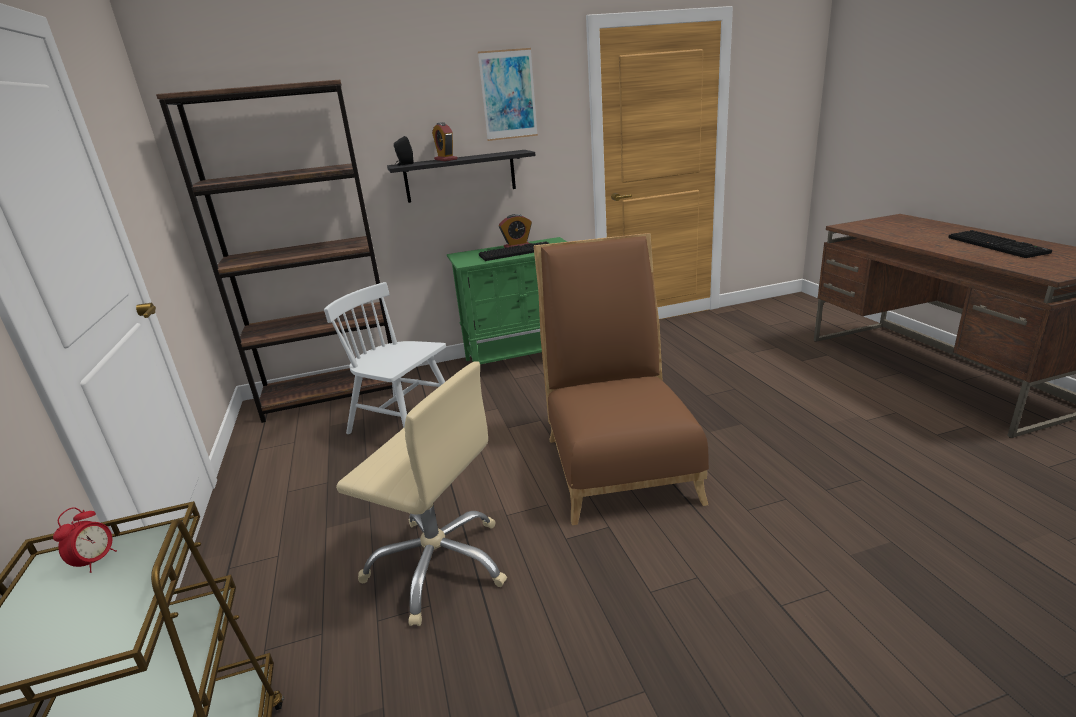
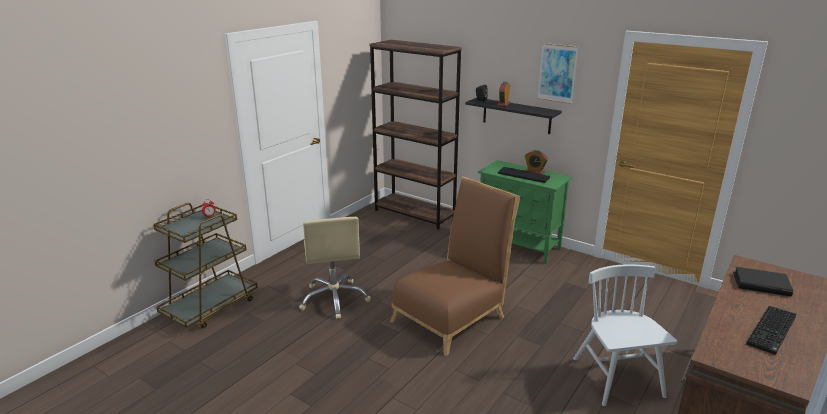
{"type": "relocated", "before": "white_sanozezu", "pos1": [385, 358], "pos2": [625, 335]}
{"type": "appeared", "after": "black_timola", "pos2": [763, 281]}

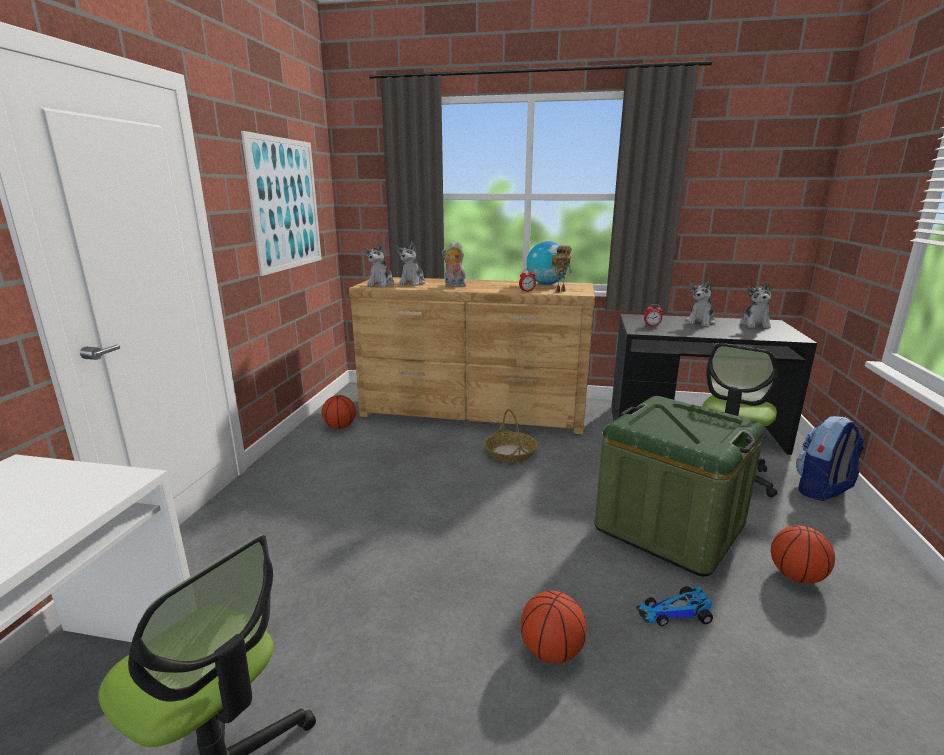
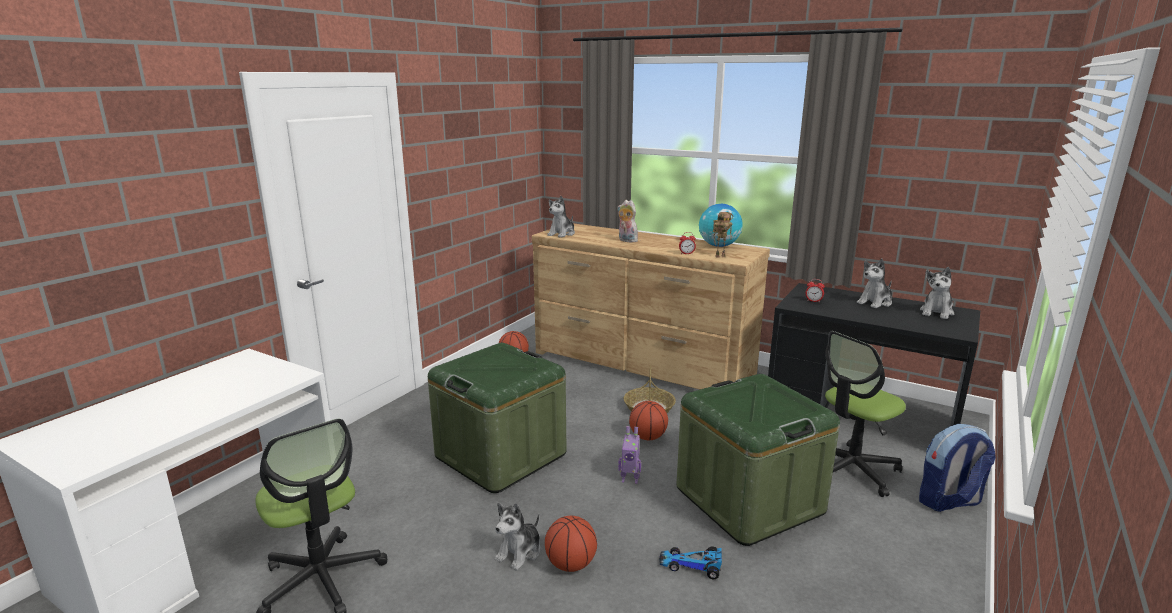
{"type": "appeared", "after": "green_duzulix", "pos2": [497, 418]}
{"type": "relocated", "before": "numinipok", "pos1": [411, 263], "pos2": [517, 536]}
{"type": "appeared", "after": "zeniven", "pos2": [629, 455]}
{"type": "relocated", "before": "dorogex", "pos1": [803, 554], "pos2": [648, 420]}
{"type": "missing", "before": "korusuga", "pos1": [281, 203]}

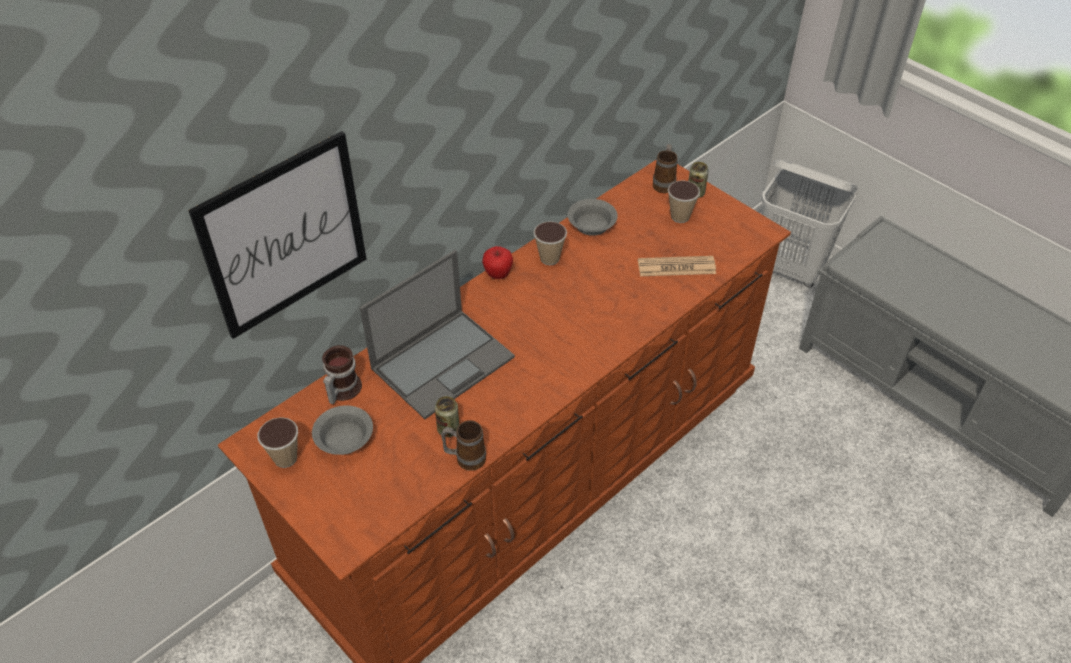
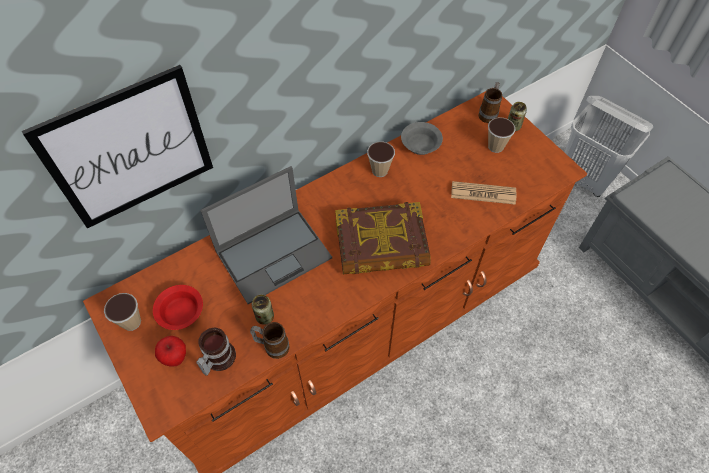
{"type": "colour", "before": "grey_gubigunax", "after": "red_gubigunax", "pos1": [342, 430], "pos2": [178, 307]}
{"type": "relocated", "before": "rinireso", "pos1": [497, 262], "pos2": [170, 351]}
{"type": "relocated", "before": "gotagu", "pos1": [342, 374], "pos2": [216, 352]}
{"type": "appeared", "after": "timola", "pos2": [382, 238]}

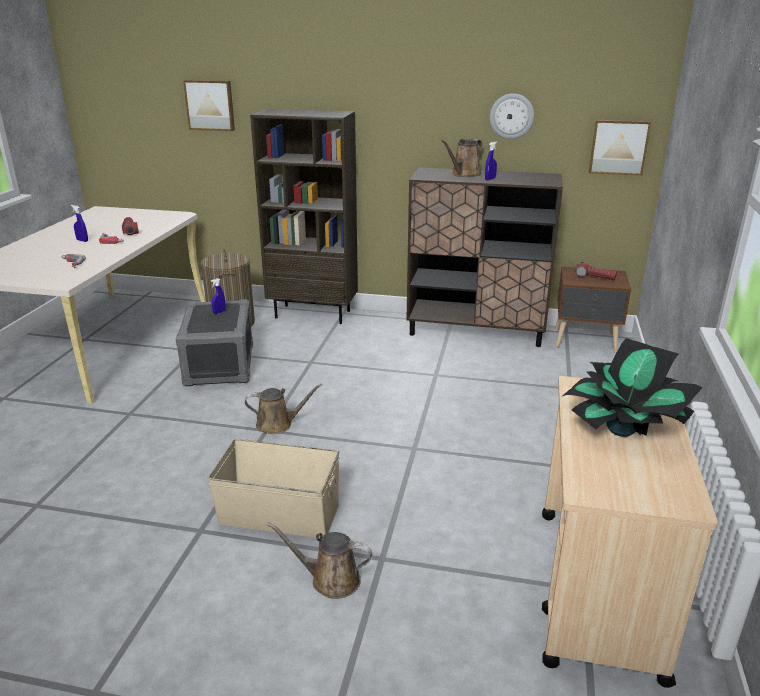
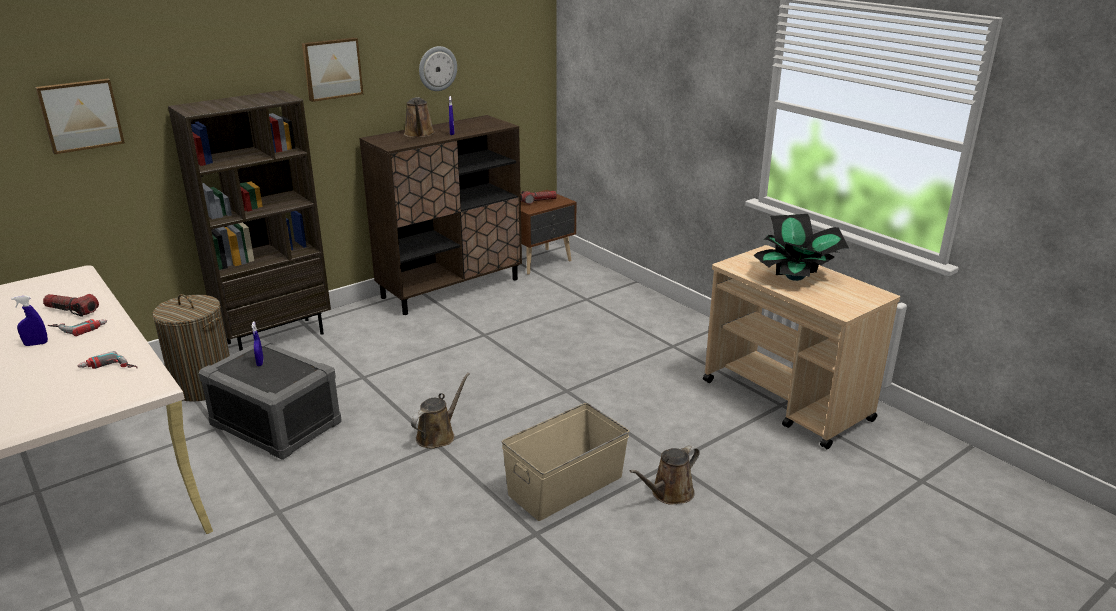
{"type": "relocated", "before": "korusuga", "pos1": [620, 148], "pos2": [332, 70]}

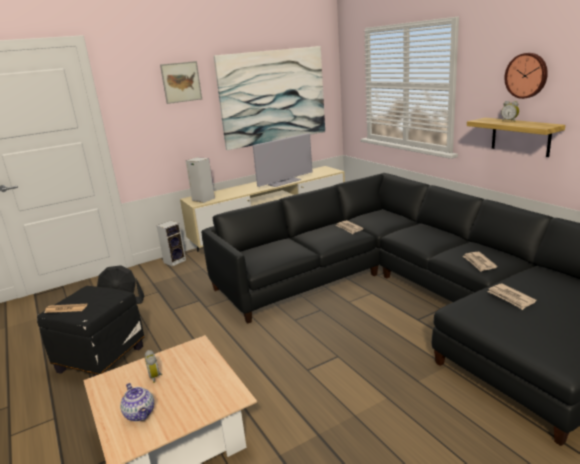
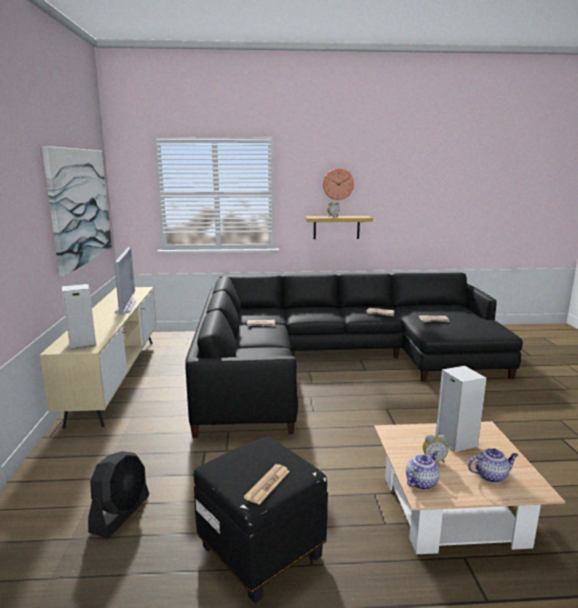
{"type": "appeared", "after": "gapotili", "pos2": [423, 471]}
{"type": "relocated", "before": "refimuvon", "pos1": [171, 243], "pos2": [461, 409]}
{"type": "missing", "before": "korusuga", "pos1": [181, 82]}

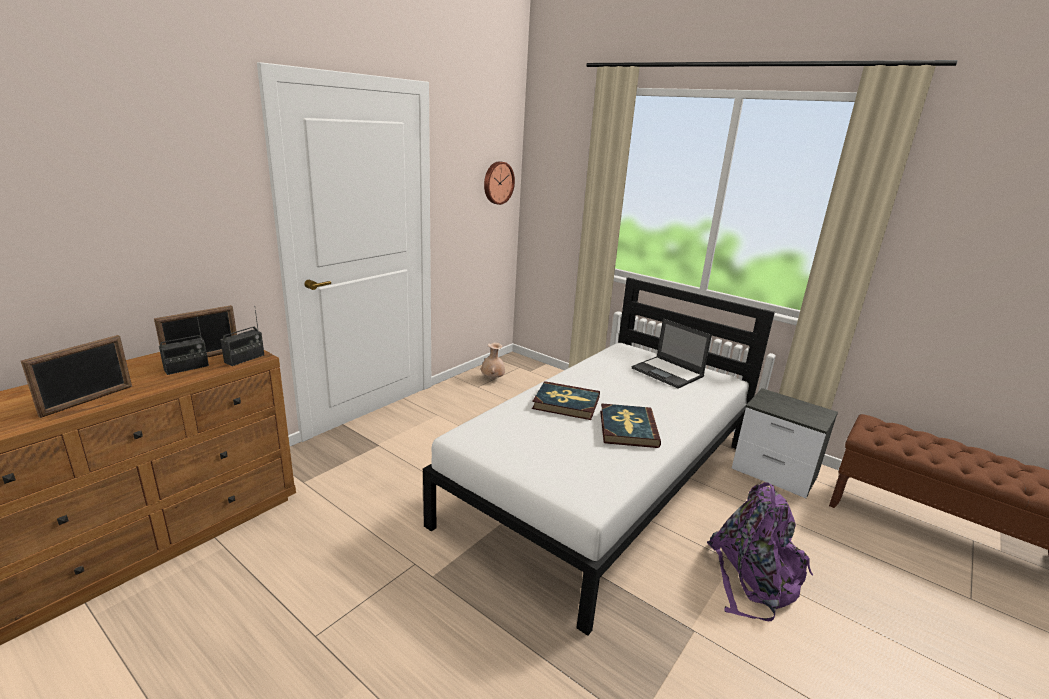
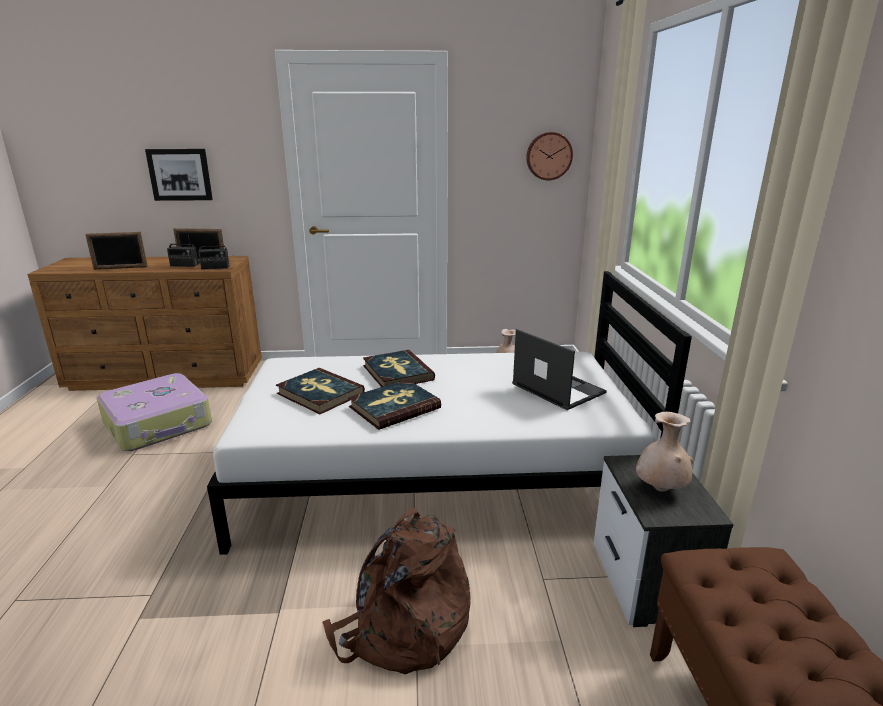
{"type": "appeared", "after": "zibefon", "pos2": [154, 412]}
{"type": "appeared", "after": "korusuga", "pos2": [179, 175]}
{"type": "appeared", "after": "timola", "pos2": [320, 391]}
{"type": "colour", "before": "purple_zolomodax", "after": "brown_zolomodax", "pos1": [760, 551], "pos2": [397, 591]}
{"type": "spun", "before": "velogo", "pos1": [672, 353], "pos2": [559, 369], "turn": 135}
{"type": "appeared", "after": "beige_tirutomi", "pos2": [664, 452]}

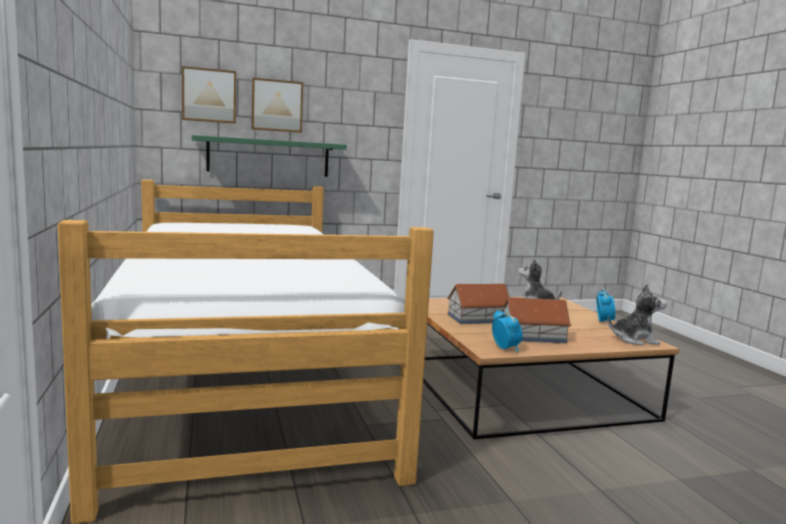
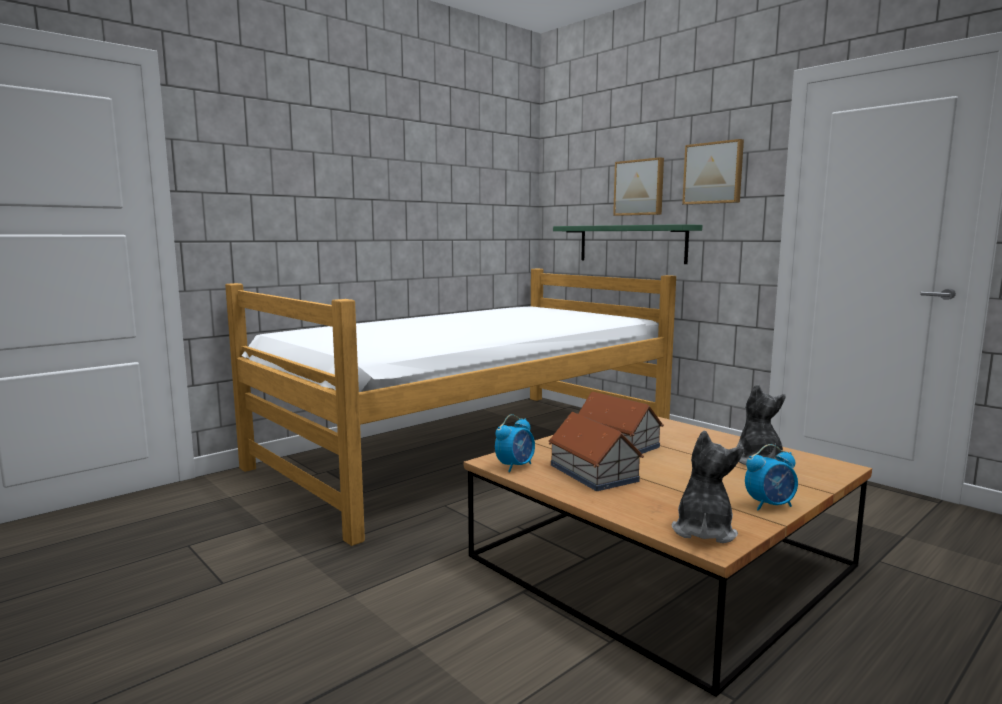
{"type": "spun", "before": "numinipok", "pos1": [637, 314], "pos2": [707, 487], "turn": -135}
{"type": "relocated", "before": "korusuga", "pos1": [209, 95], "pos2": [713, 172]}

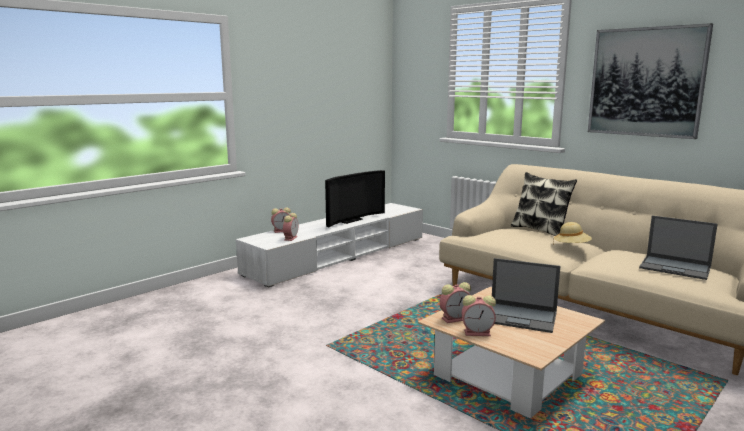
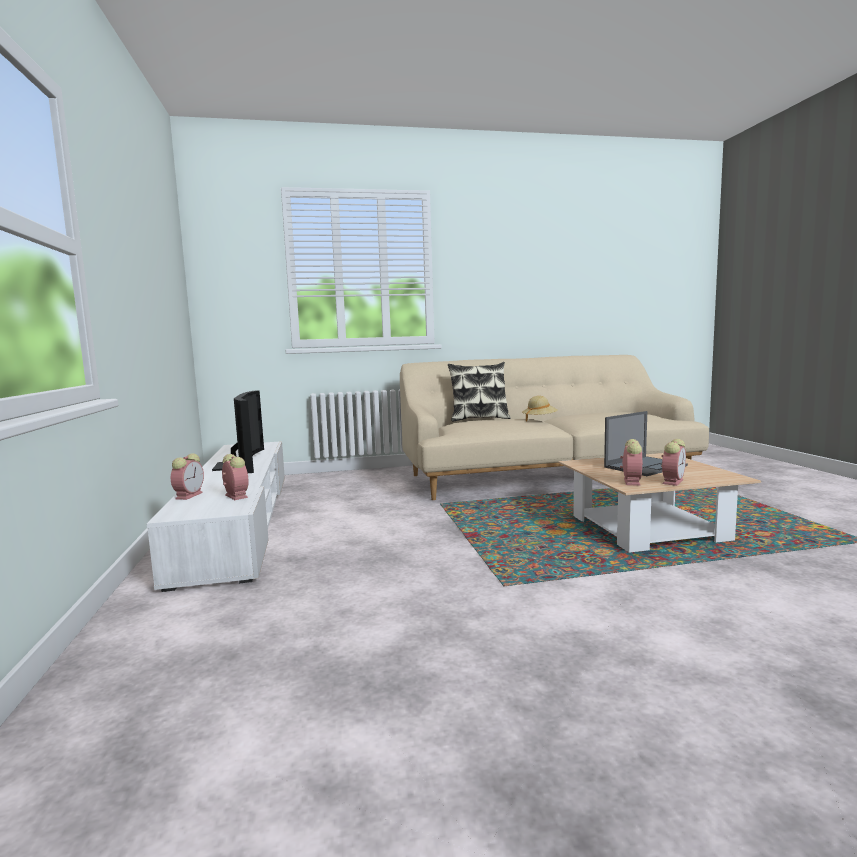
{"type": "missing", "before": "korusuga", "pos1": [650, 81]}
{"type": "missing", "before": "velogo", "pos1": [678, 248]}

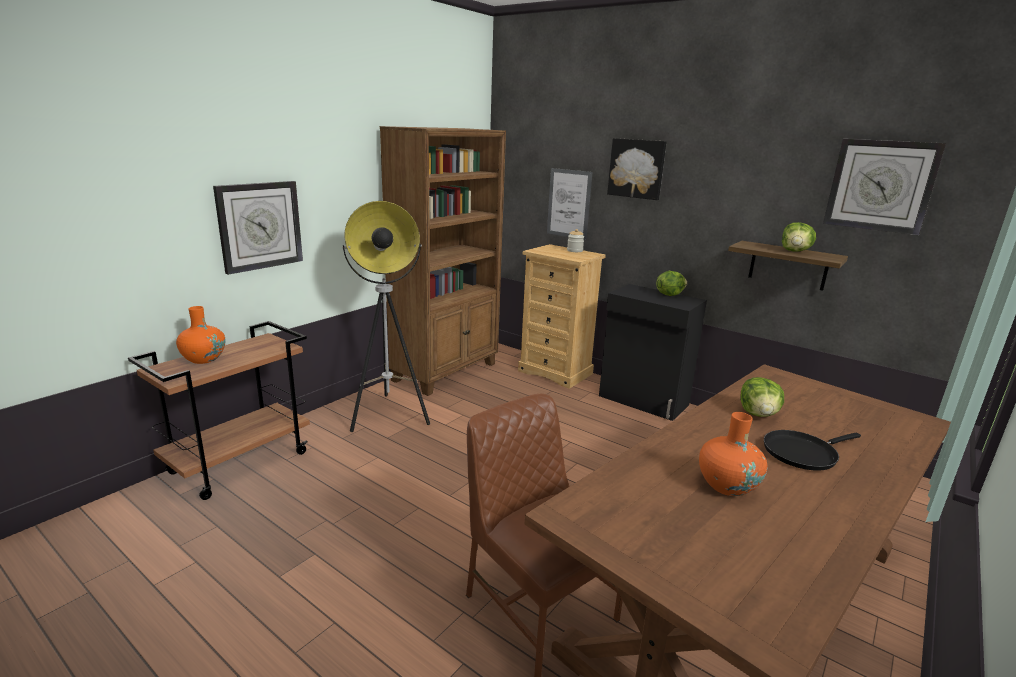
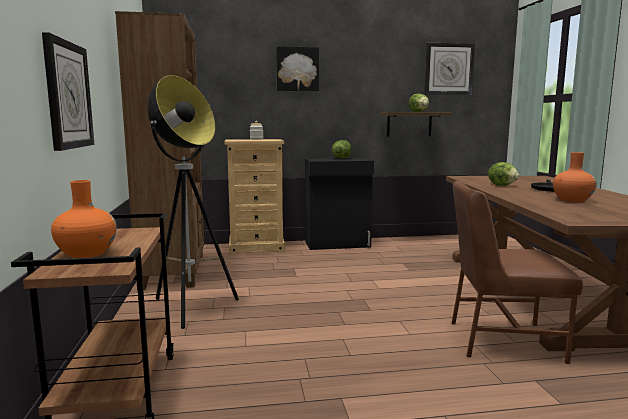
{"type": "missing", "before": "korusuga", "pos1": [569, 204]}

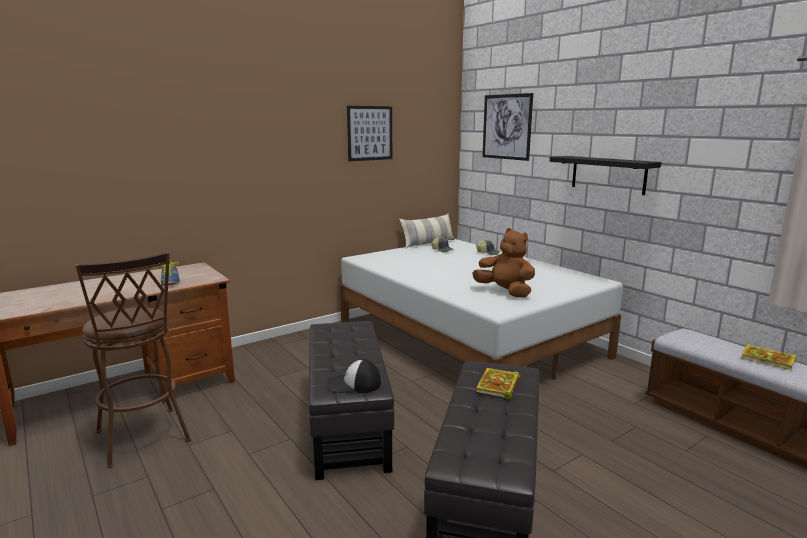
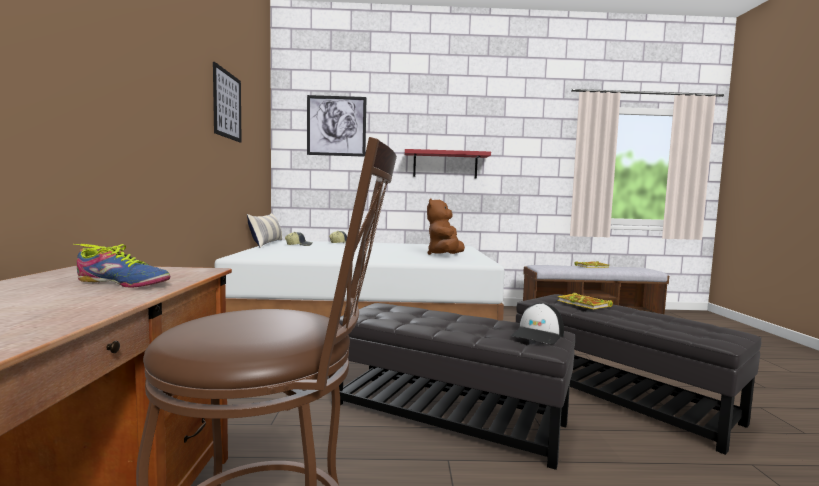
{"type": "colour", "before": "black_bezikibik", "after": "red_bezikibik", "pos1": [605, 175], "pos2": [448, 163]}
{"type": "spun", "before": "brown_numinipok", "pos1": [503, 262], "pos2": [446, 226], "turn": -60}

